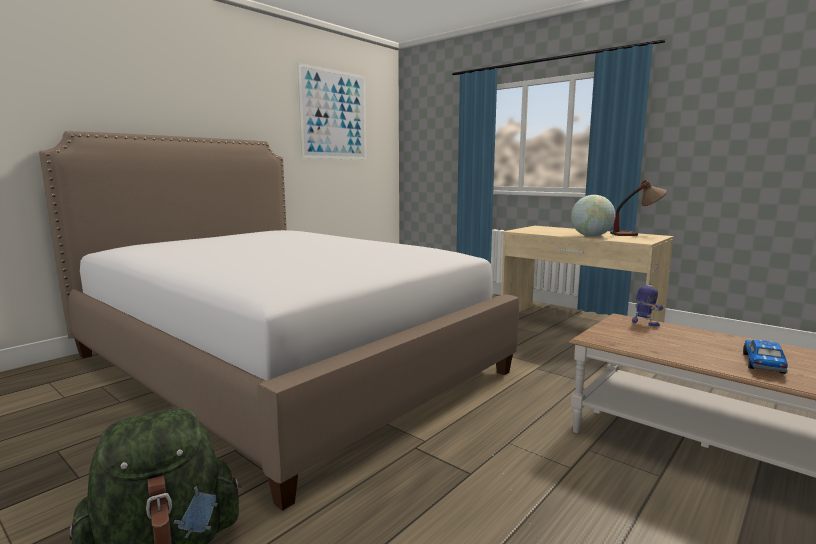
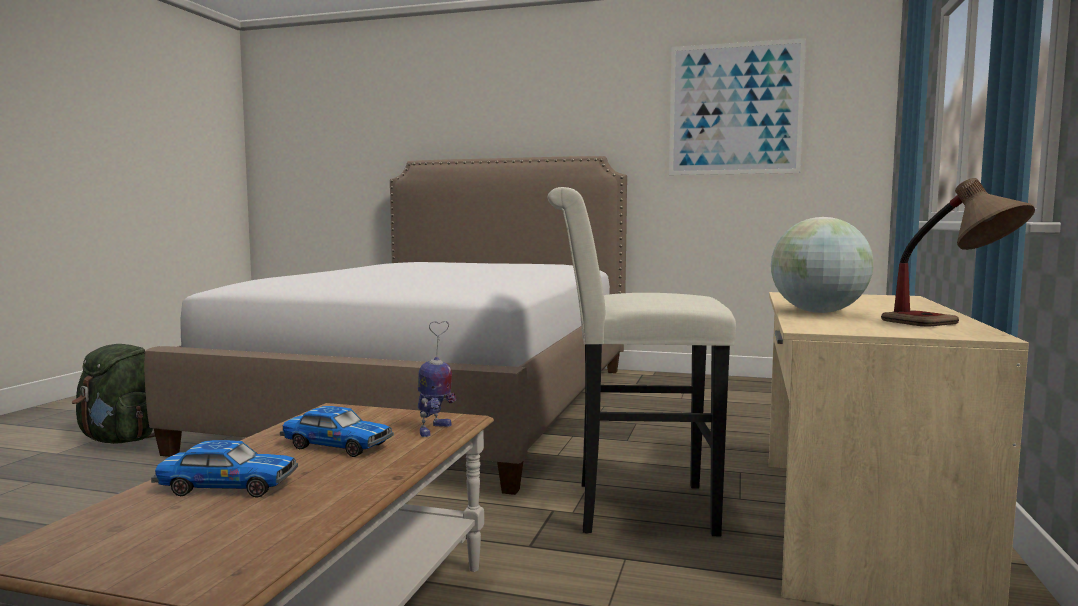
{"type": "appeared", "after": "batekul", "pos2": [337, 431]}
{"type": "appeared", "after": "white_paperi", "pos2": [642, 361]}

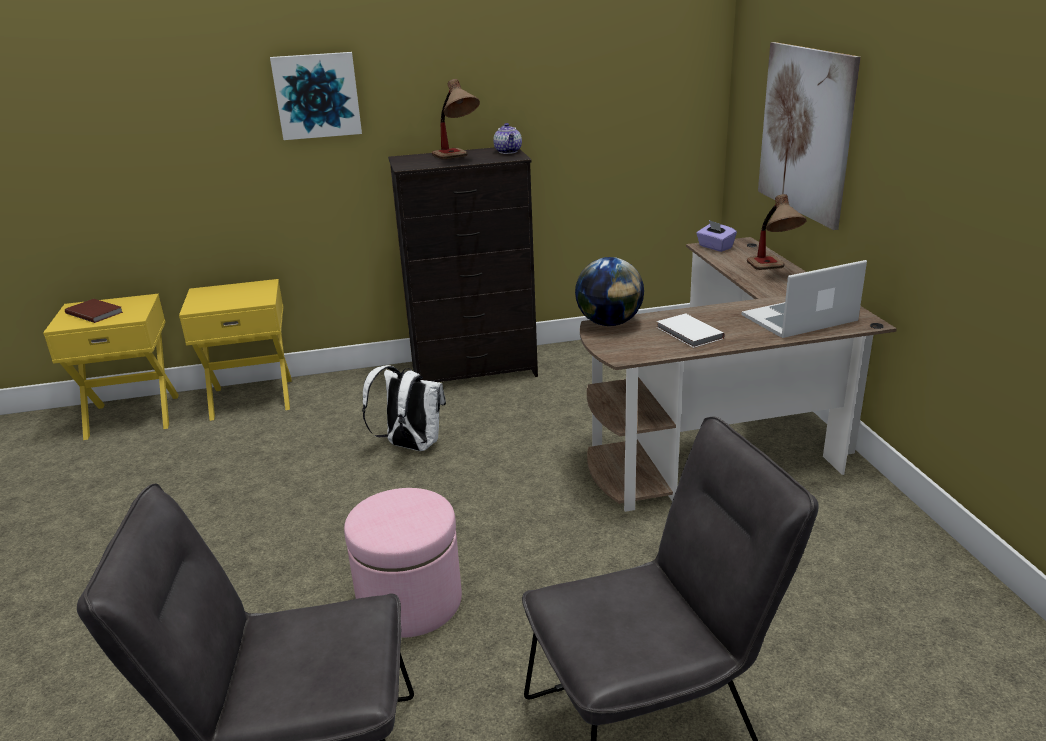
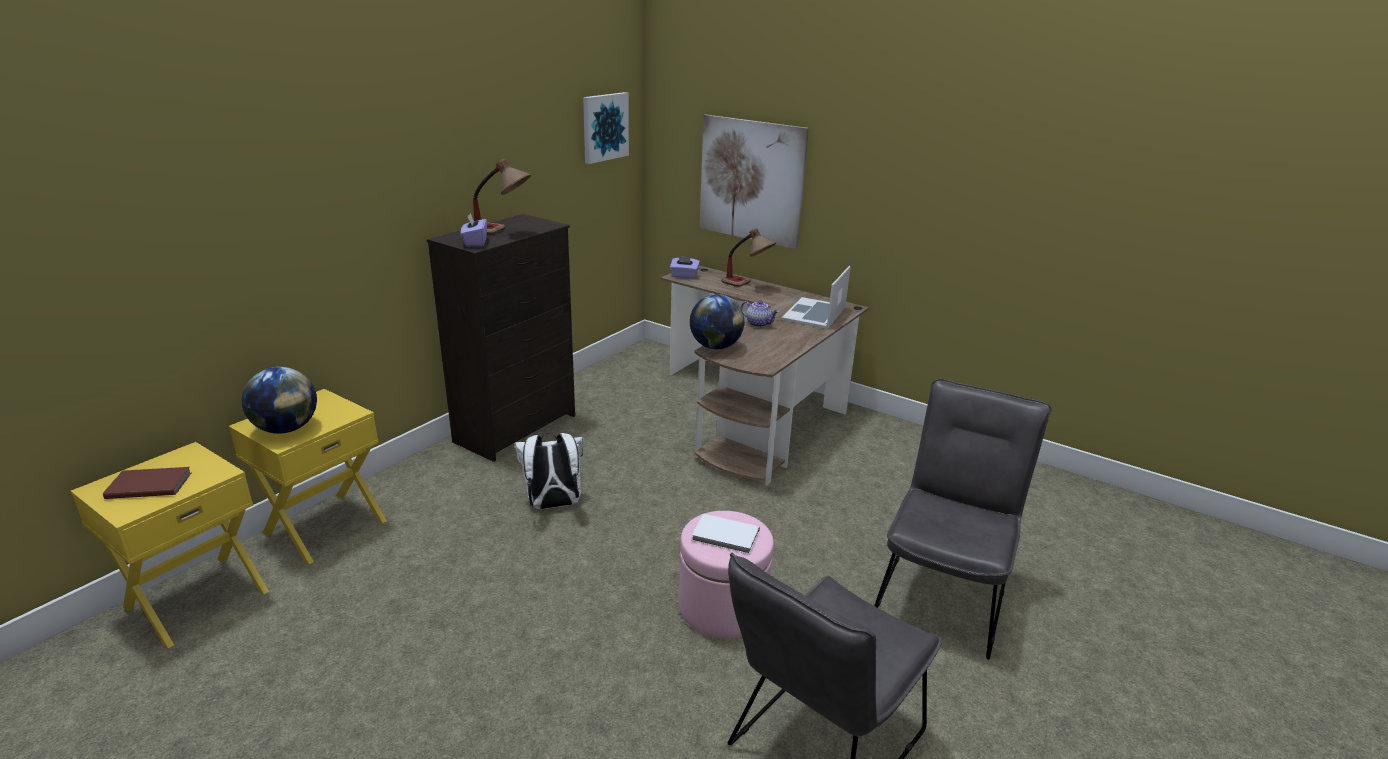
{"type": "appeared", "after": "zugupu", "pos2": [279, 400]}
{"type": "appeared", "after": "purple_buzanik", "pos2": [474, 230]}
{"type": "relocated", "before": "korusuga", "pos1": [316, 96], "pos2": [606, 128]}
{"type": "relocated", "before": "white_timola", "pos1": [690, 330], "pos2": [725, 534]}
{"type": "relocated", "before": "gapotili", "pos1": [507, 138], "pos2": [760, 313]}

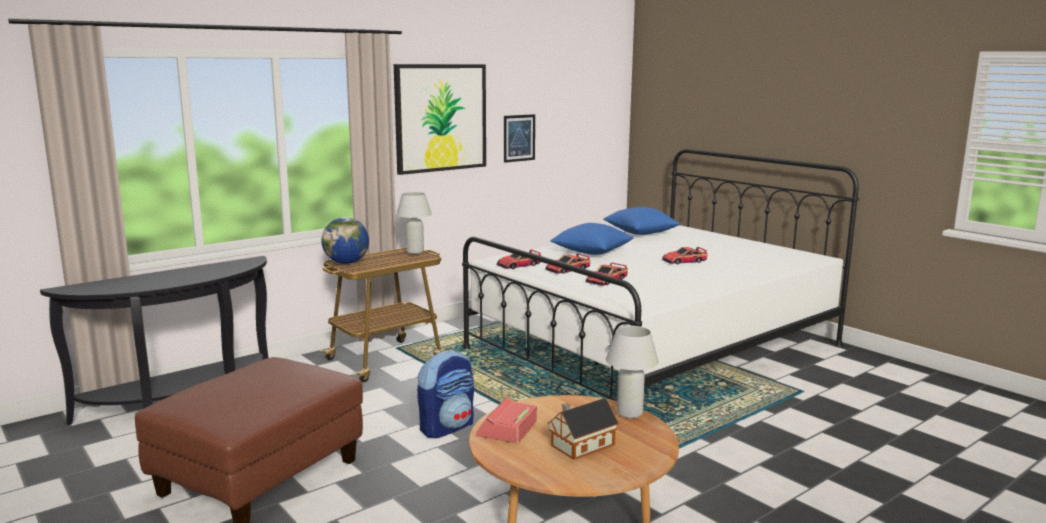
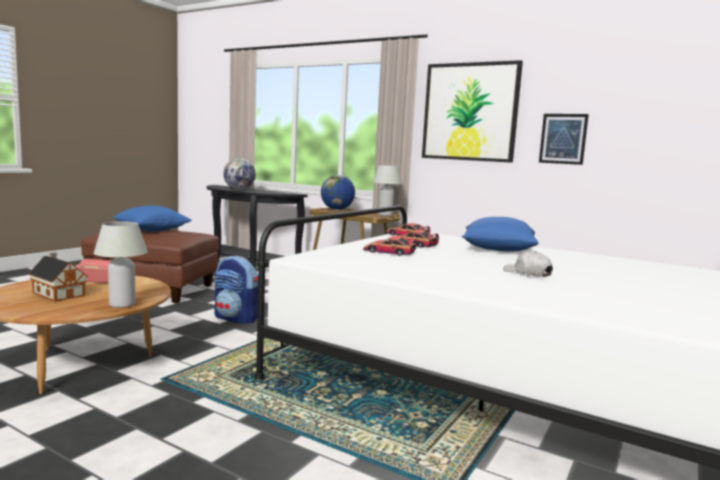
{"type": "relocated", "before": "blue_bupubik", "pos1": [641, 221], "pos2": [152, 219]}
{"type": "appeared", "after": "zugupu", "pos2": [239, 174]}
{"type": "exchanged", "before": "batekul", "after": "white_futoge", "pos1": [684, 256], "pos2": [528, 264]}

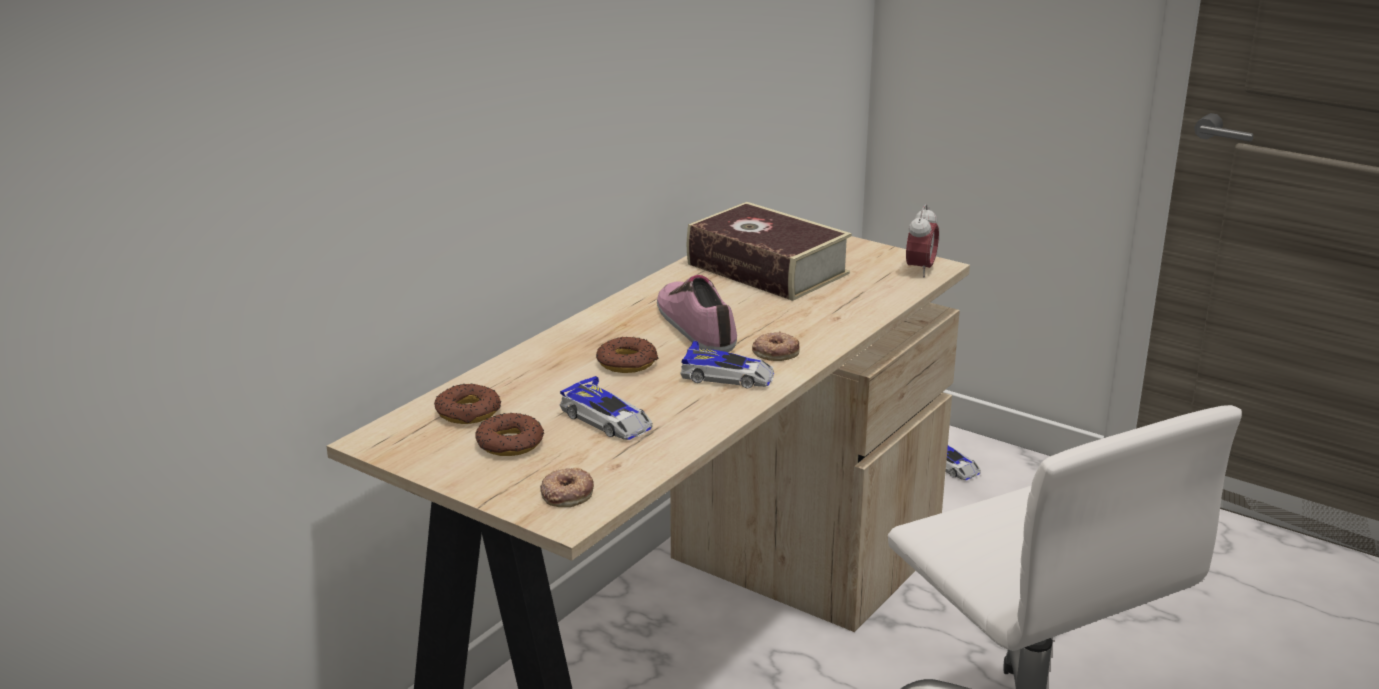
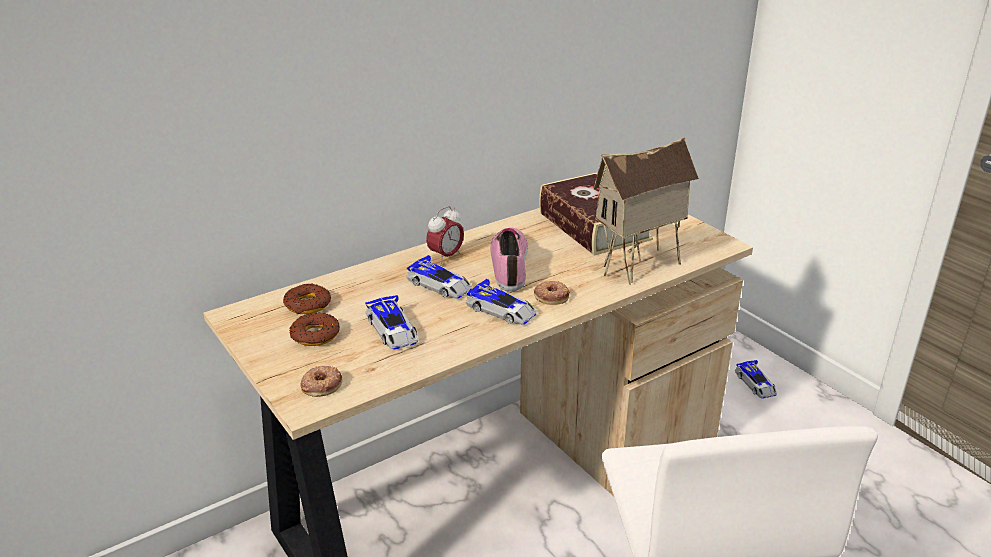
{"type": "exchanged", "before": "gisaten", "after": "batekul", "pos1": [627, 355], "pos2": [439, 277]}
{"type": "relocated", "before": "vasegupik", "pos1": [922, 240], "pos2": [445, 235]}
{"type": "appeared", "after": "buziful", "pos2": [646, 211]}

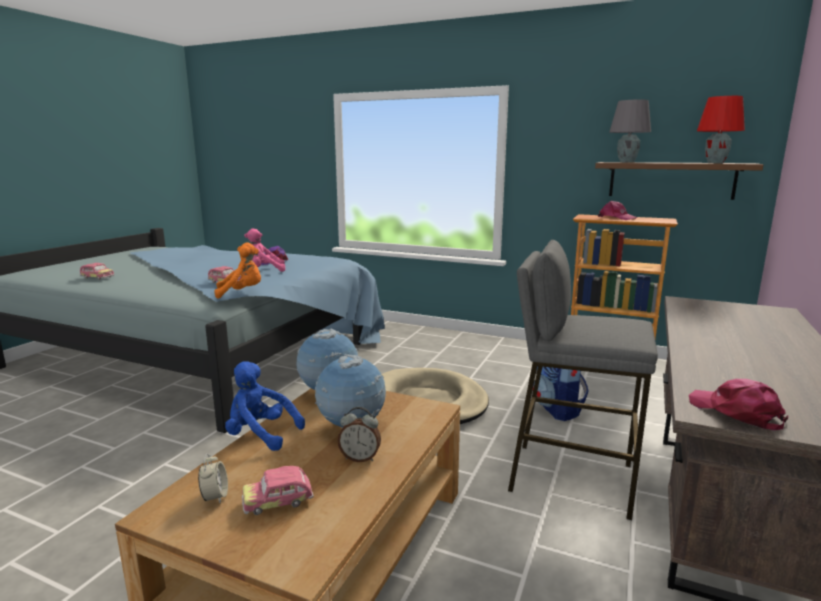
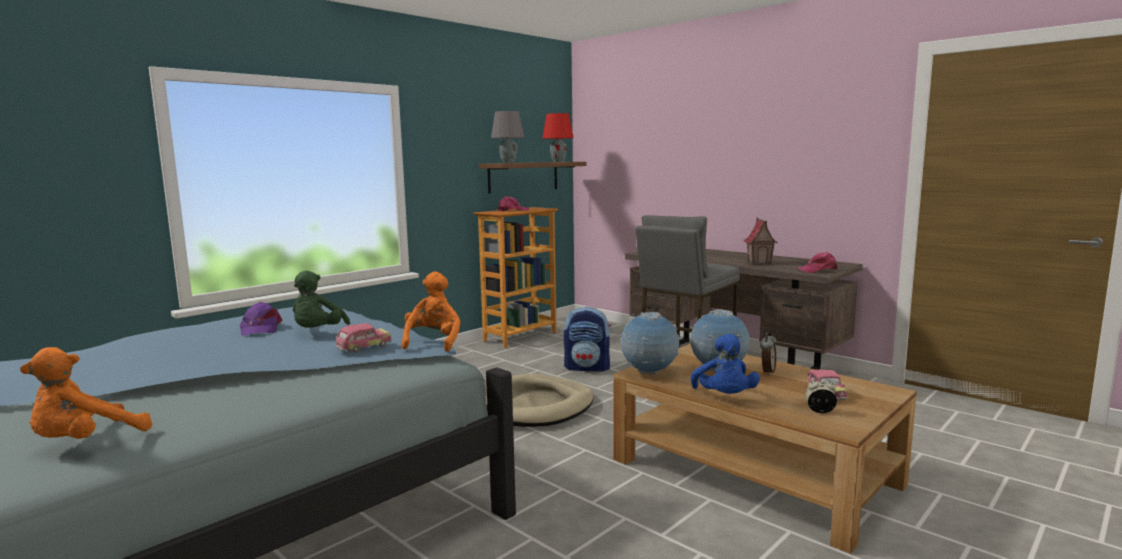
{"type": "exchanged", "before": "batekul", "after": "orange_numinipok", "pos1": [97, 271], "pos2": [86, 393]}
{"type": "colour", "before": "pink_numinipok", "after": "green_numinipok", "pos1": [265, 250], "pos2": [321, 299]}
{"type": "spun", "before": "blue_numinipok", "pos1": [265, 406], "pos2": [725, 364], "turn": -45}
{"type": "appeared", "after": "buziful", "pos2": [761, 241]}

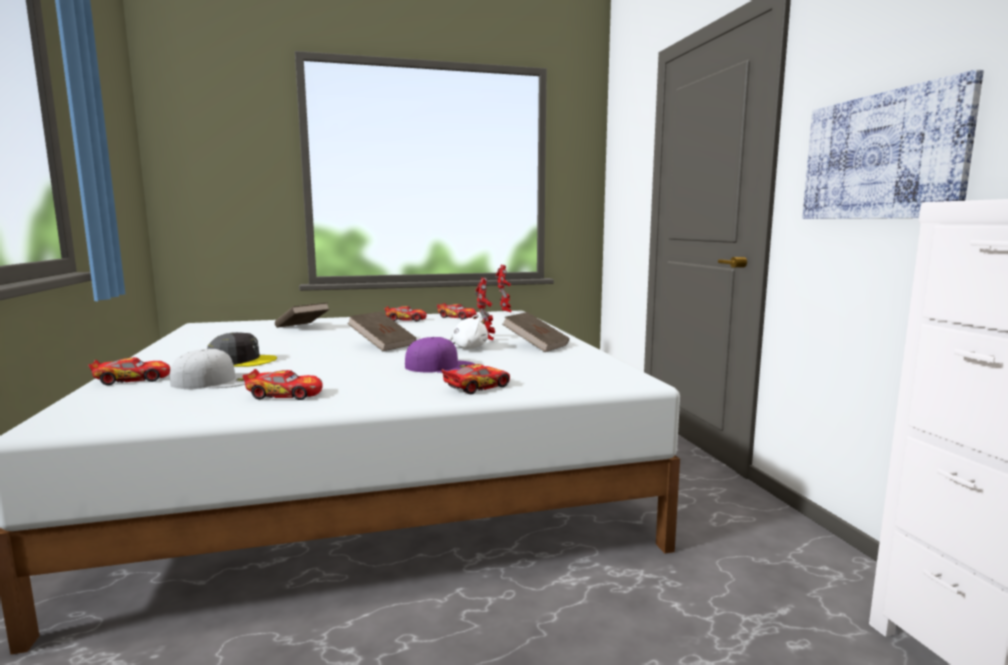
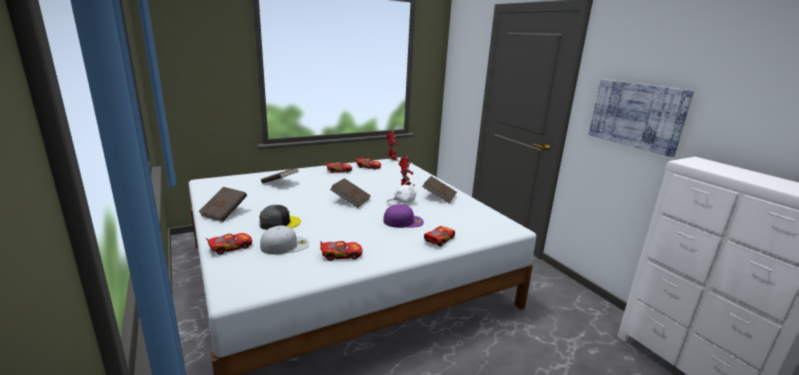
{"type": "appeared", "after": "brown_timola", "pos2": [222, 204]}

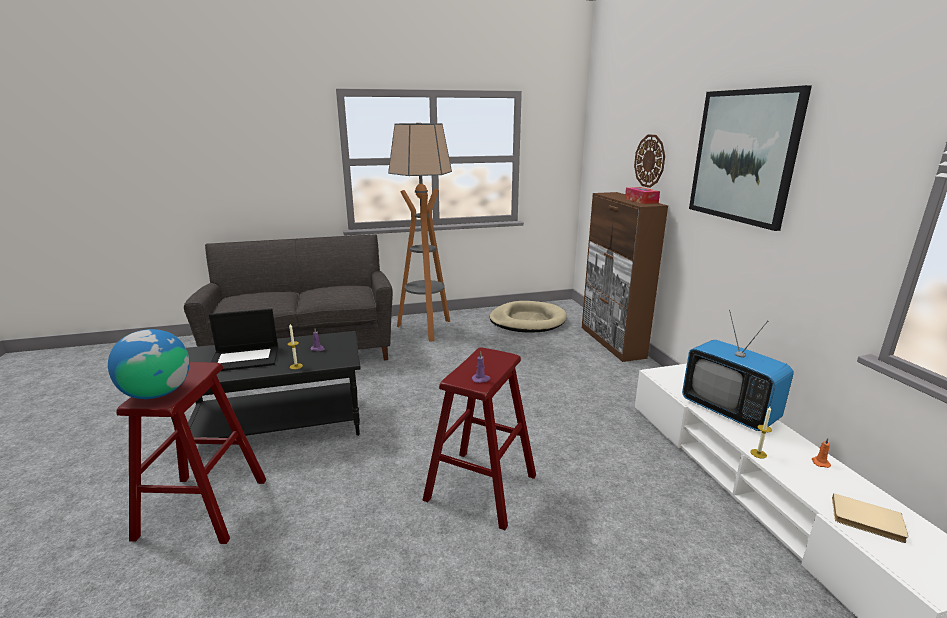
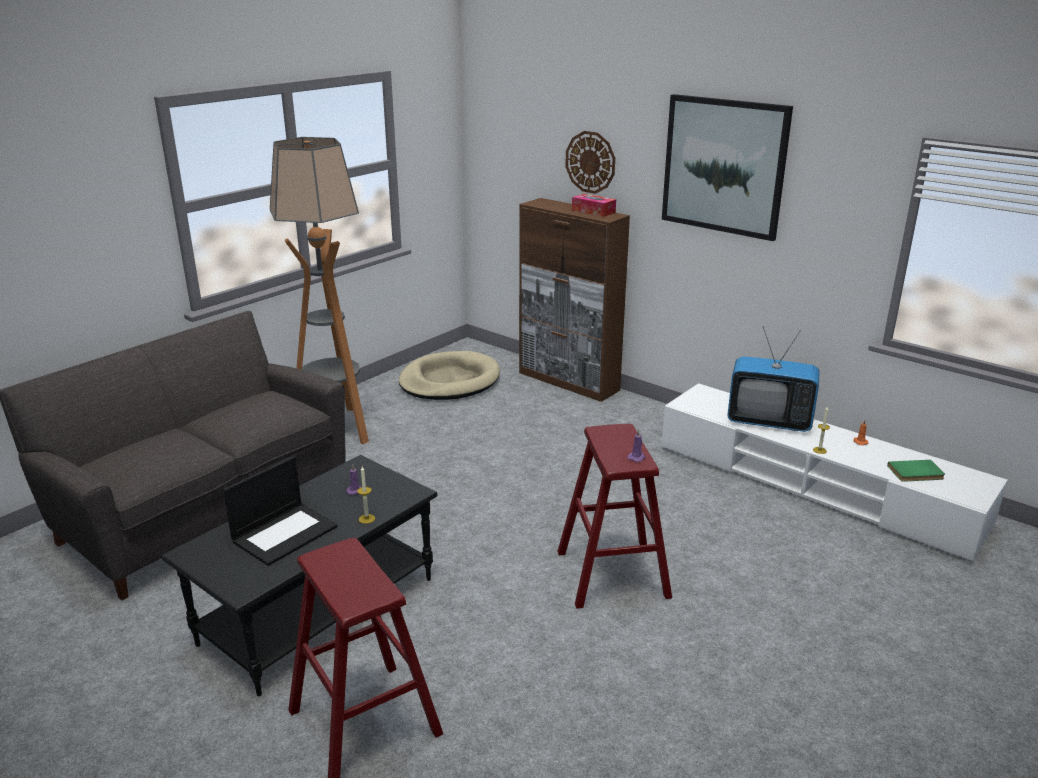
{"type": "colour", "before": "beige_timola", "after": "green_timola", "pos1": [870, 518], "pos2": [916, 471]}
{"type": "missing", "before": "zugupu", "pos1": [149, 364]}

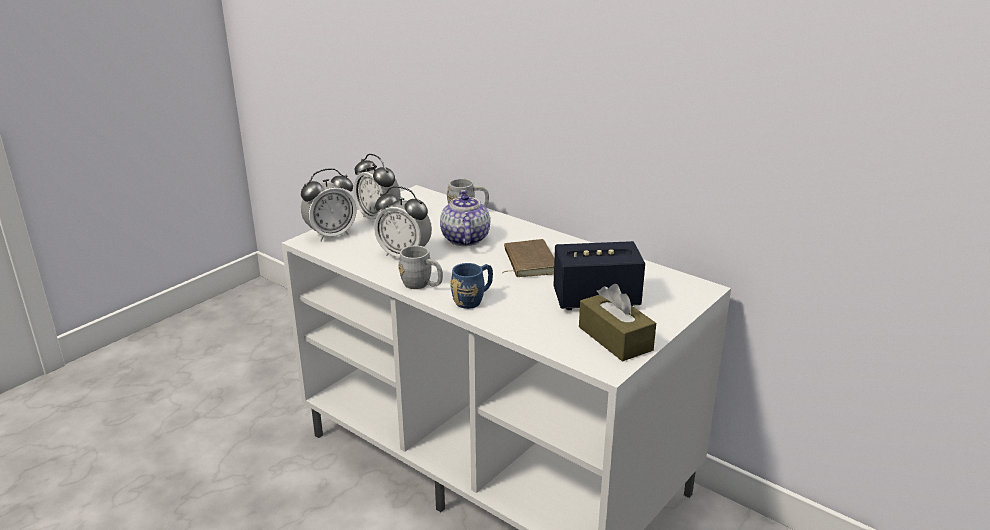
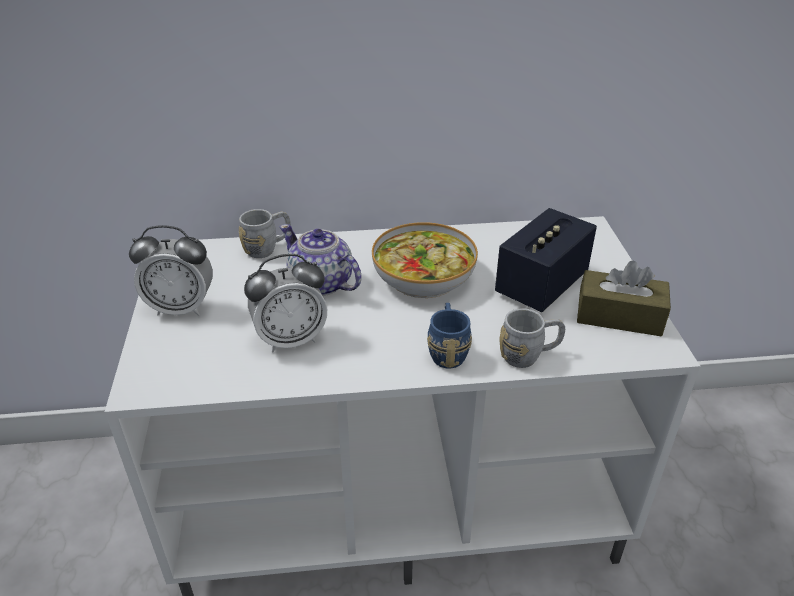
{"type": "exchanged", "before": "brown_timola", "after": "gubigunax", "pos1": [528, 258], "pos2": [425, 260]}
{"type": "relocated", "before": "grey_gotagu", "pos1": [420, 267], "pos2": [532, 338]}
{"type": "missing", "before": "vasegupik", "pos1": [328, 205]}

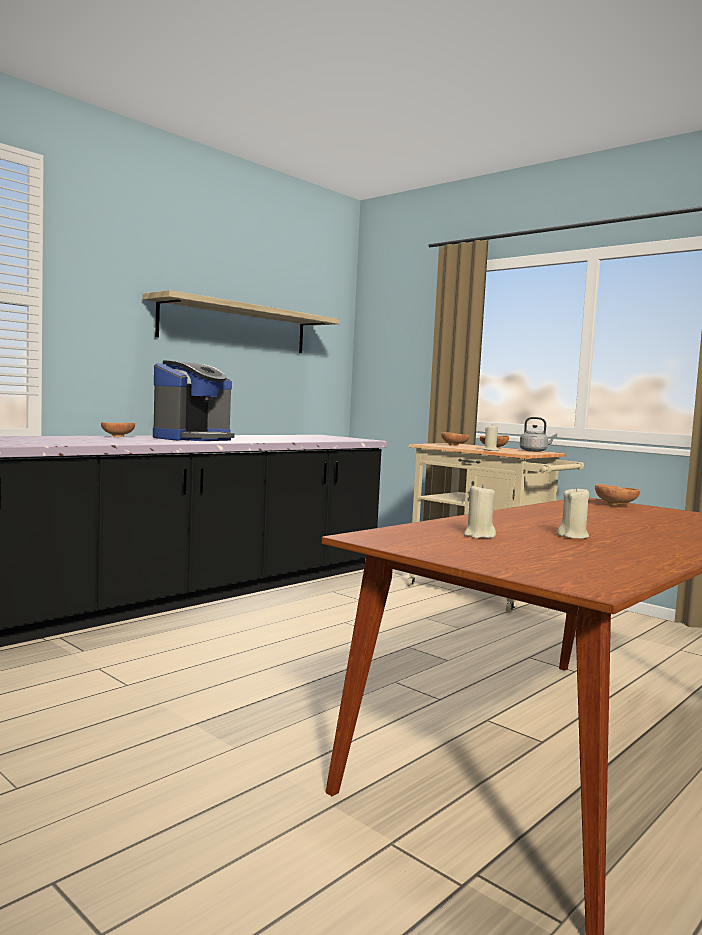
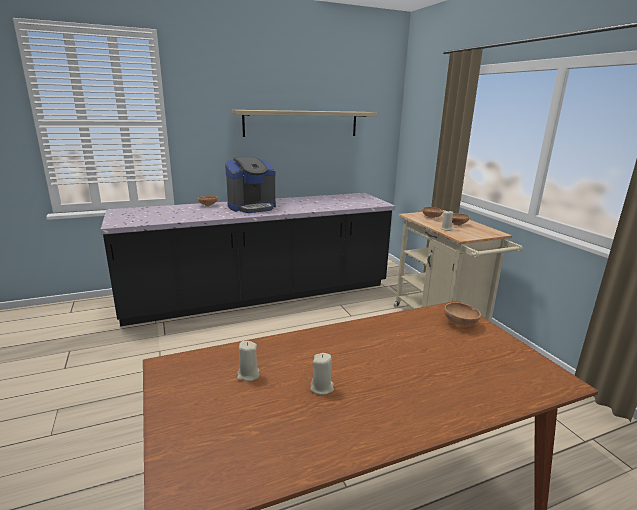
{"type": "missing", "before": "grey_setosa", "pos1": [538, 434]}

